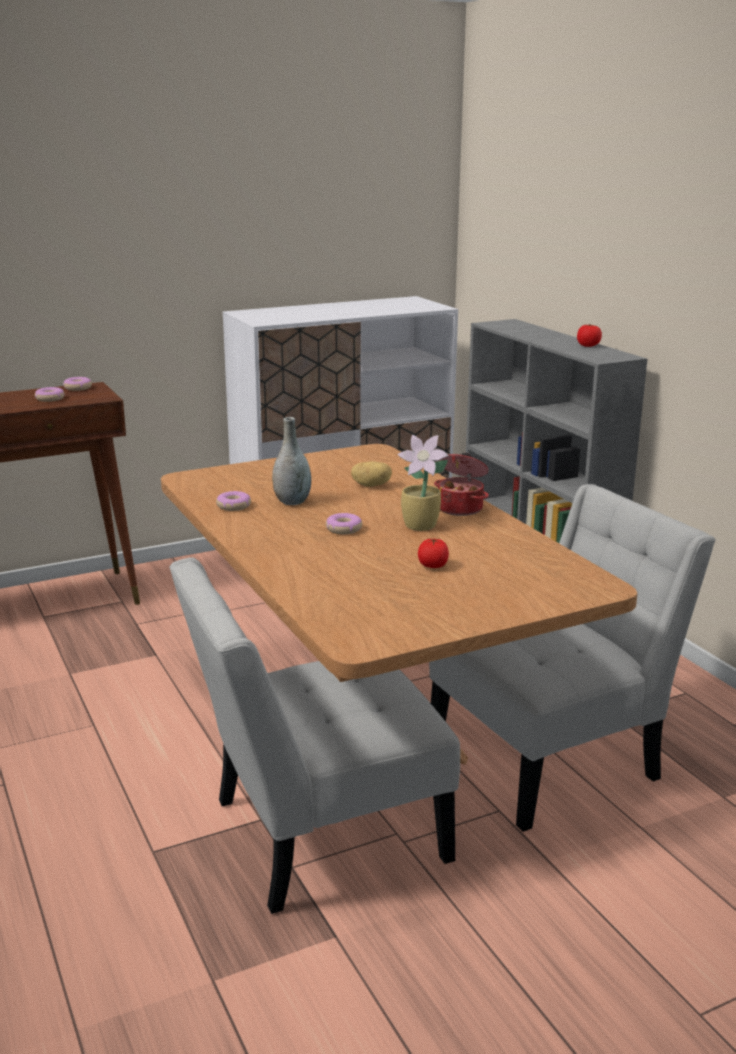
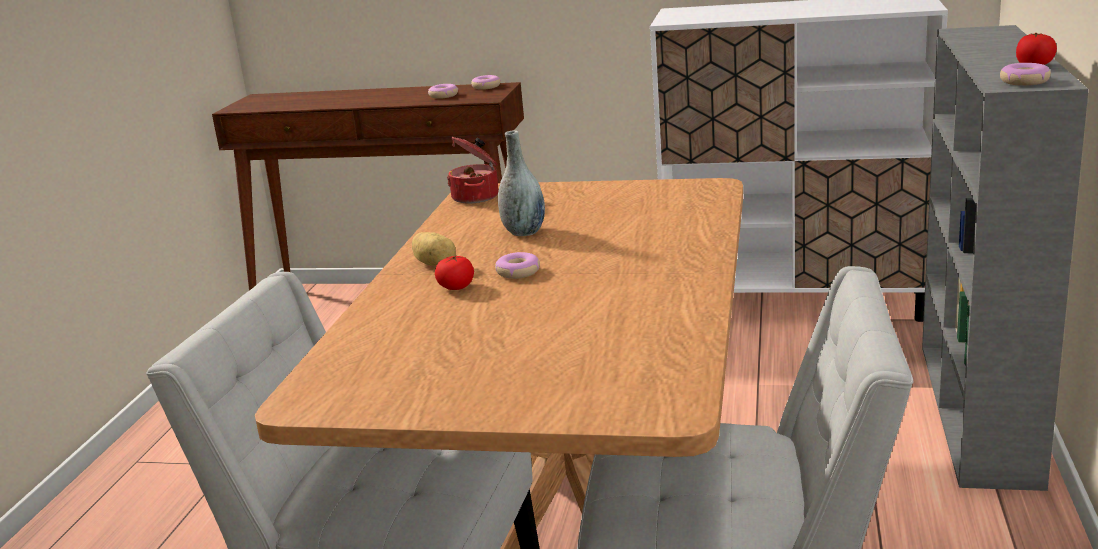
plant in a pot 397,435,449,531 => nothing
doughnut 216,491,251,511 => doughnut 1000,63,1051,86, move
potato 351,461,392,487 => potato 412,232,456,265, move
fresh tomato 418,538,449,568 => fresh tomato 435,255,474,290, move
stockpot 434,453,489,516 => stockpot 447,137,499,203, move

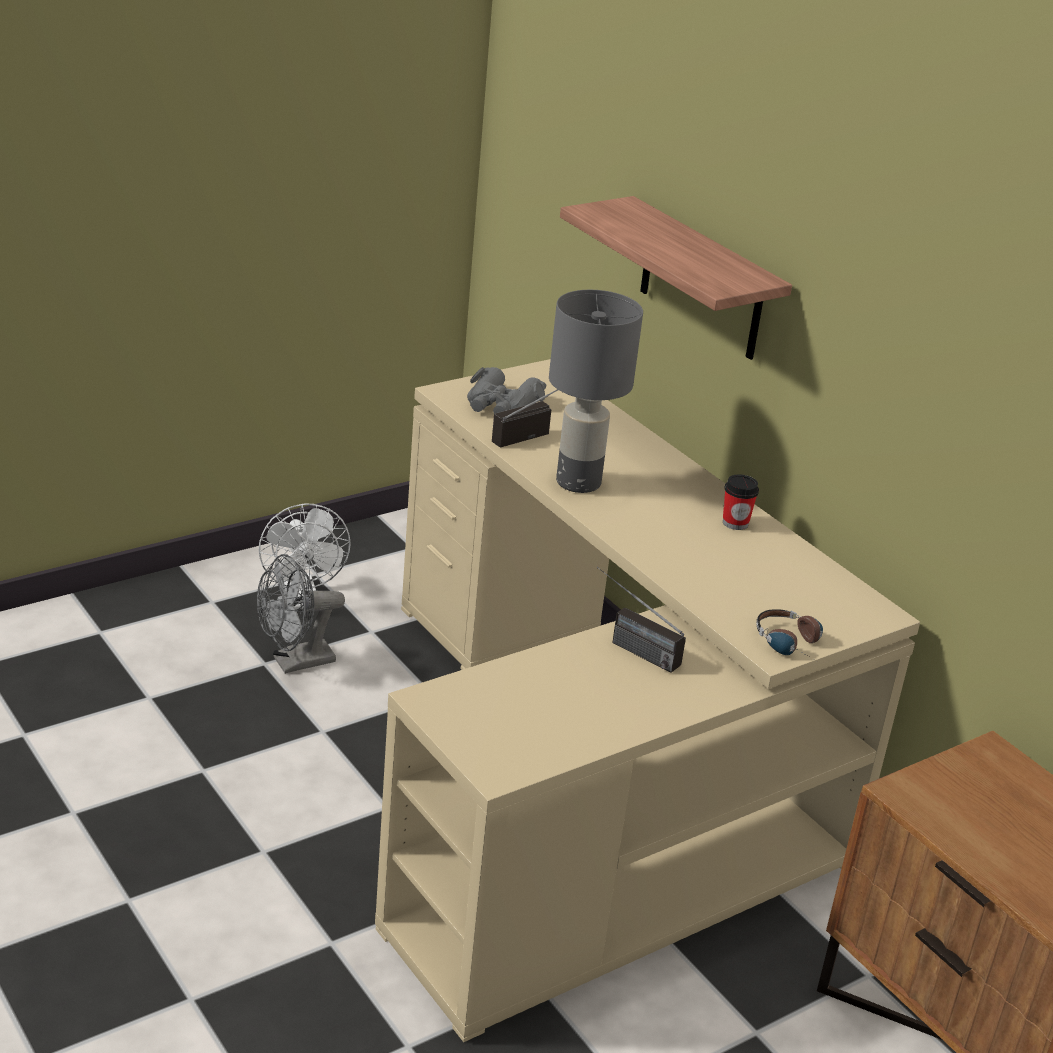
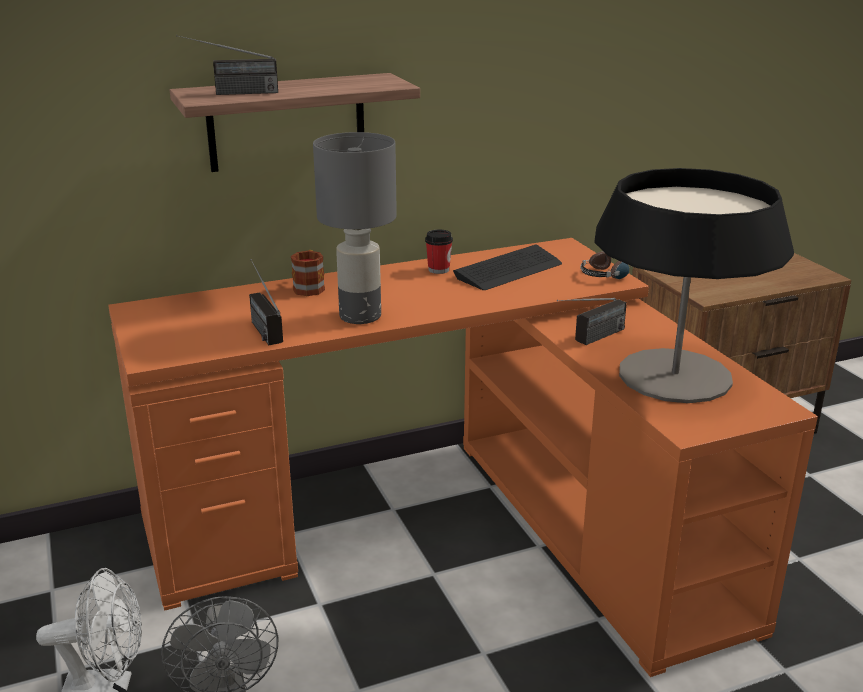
binoculars (grey) 467,367,547,414 => nothing
nothing => radio receiver 176,35,278,95
nothing => mug 291,250,325,296
nothing => keyboard 453,244,562,290
nothing => table lamp 594,168,794,403
desk table (beige-coloured) 375,359,920,1042 => desk table (orange) 108,238,818,677

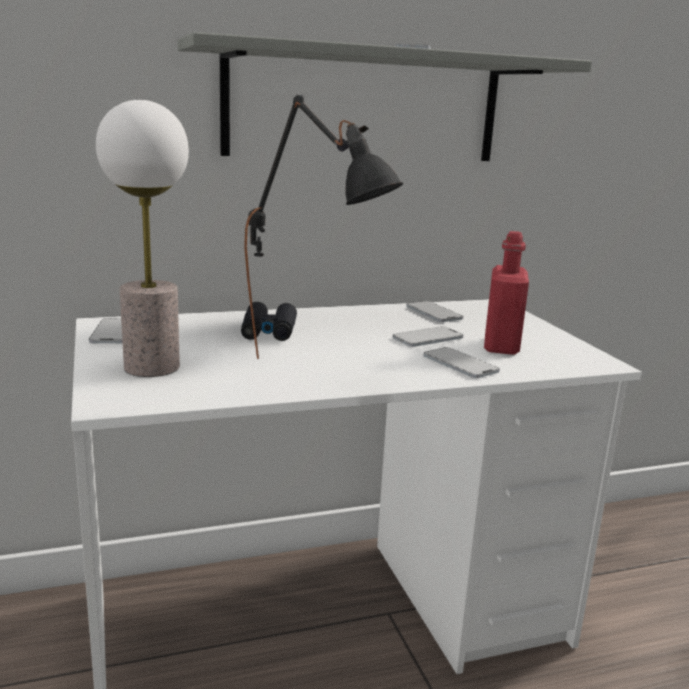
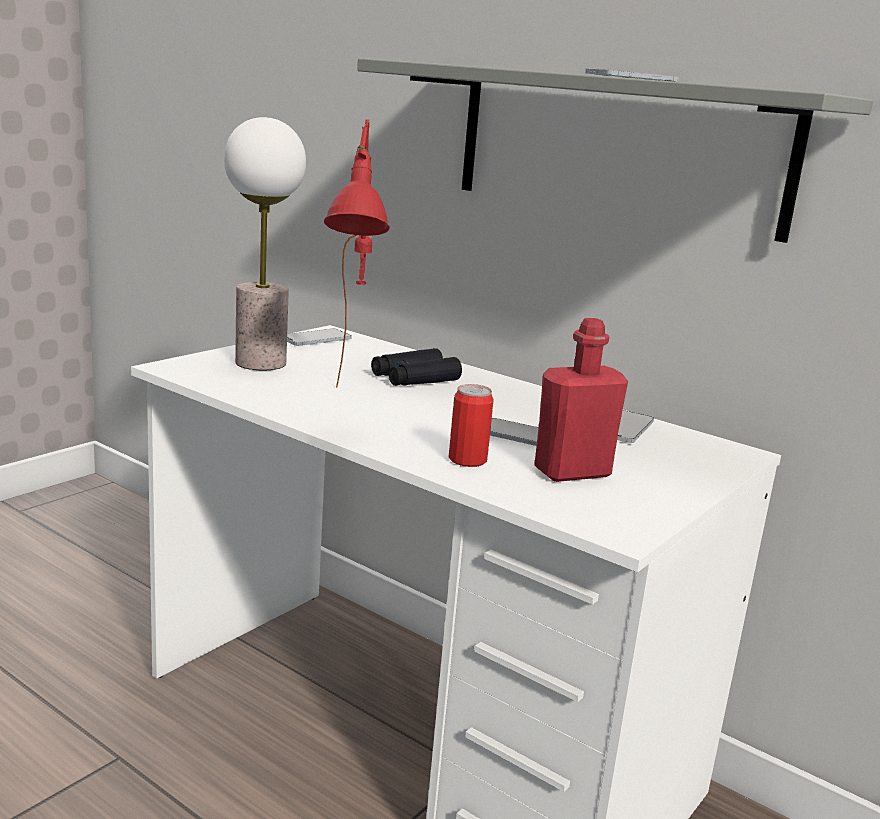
handset 423,347,500,378 => metal can 449,384,494,467
table lamp (black-coloured) 244,95,403,359 => table lamp (red) 324,119,390,387

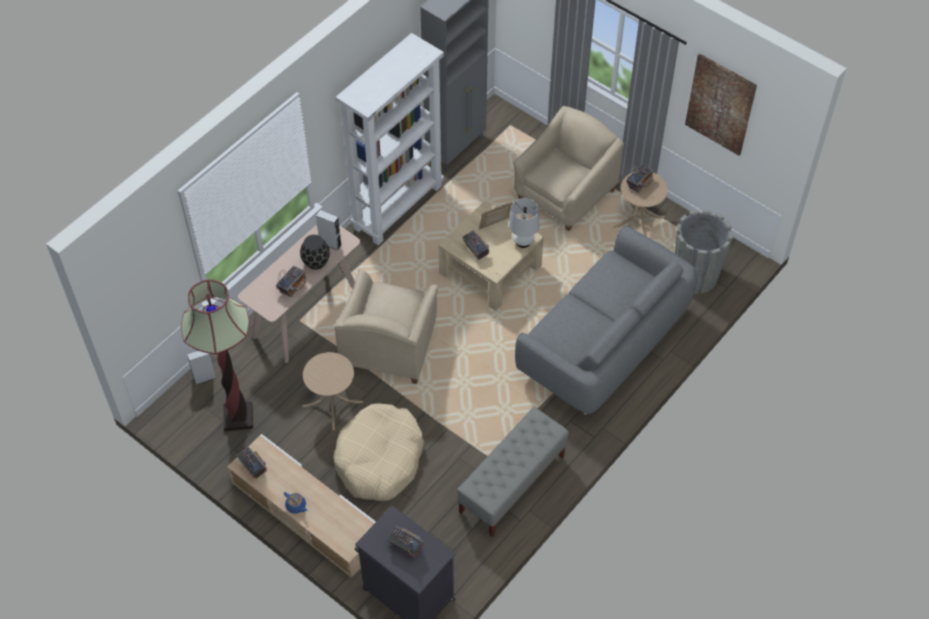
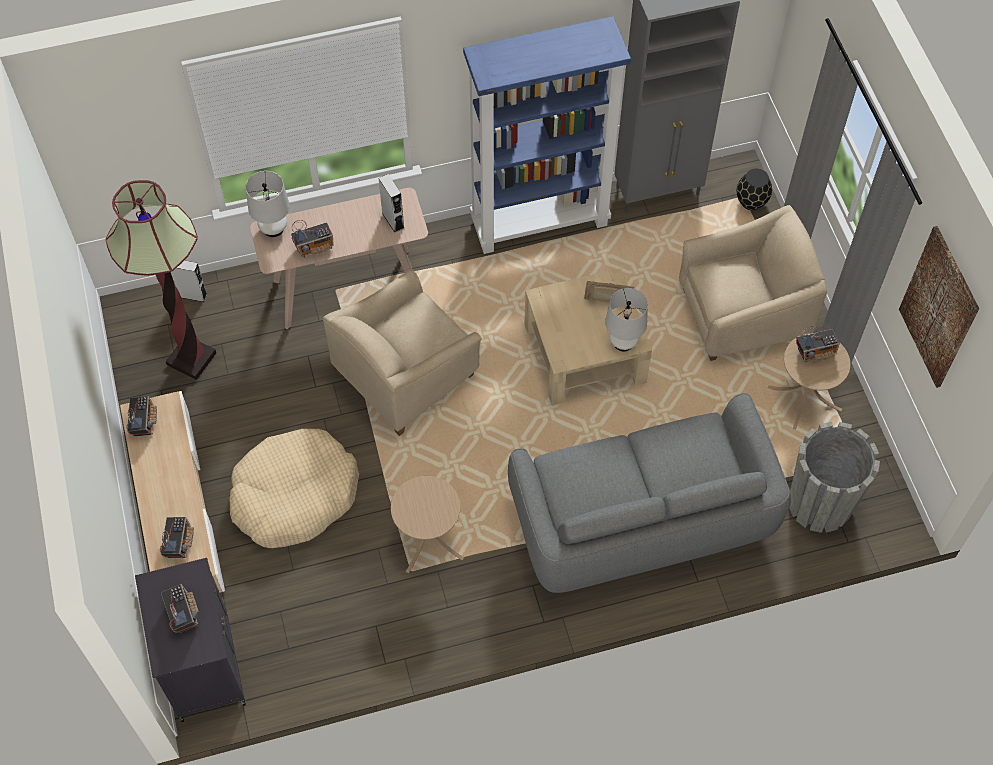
teapot (bluish) 284,492,308,514 => nothing
long seat (grey) 457,407,569,537 => nothing
nothing => table lamp (whitish) 246,171,290,237
vase (black-coloured) 300,235,330,270 => vase (black-coloured) 737,169,772,211, move
end table (beige-coloured) 302,352,363,430 => end table (beige-coloured) 391,476,464,573, move
radio receiver 462,230,489,260 => radio receiver 160,517,194,558, move
bookcase (whitish) 336,33,444,245 => bookcase (bluish) 463,16,631,254

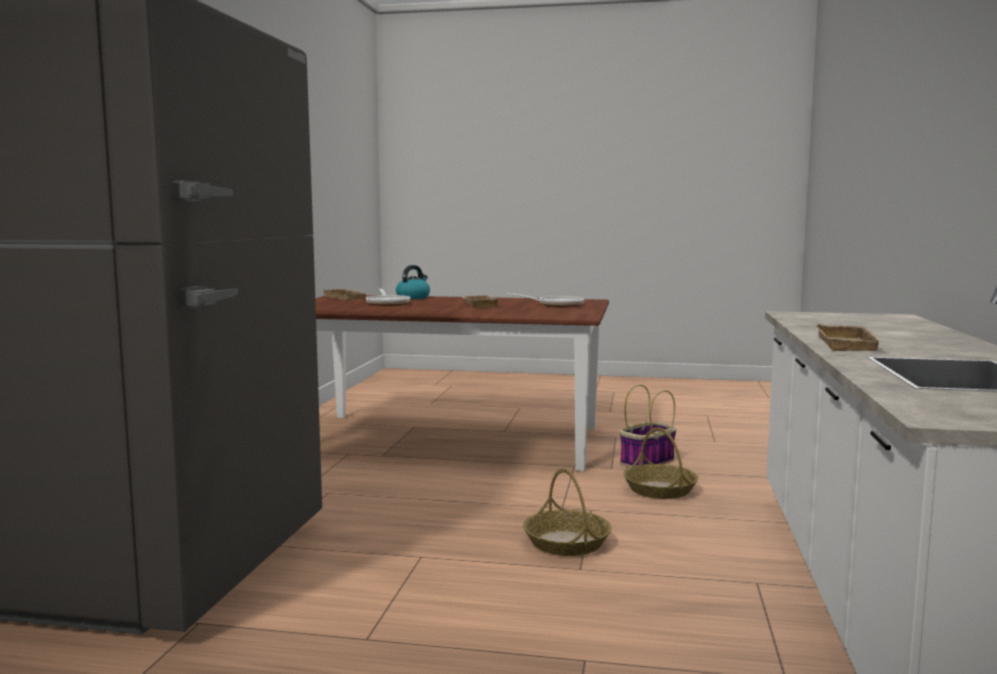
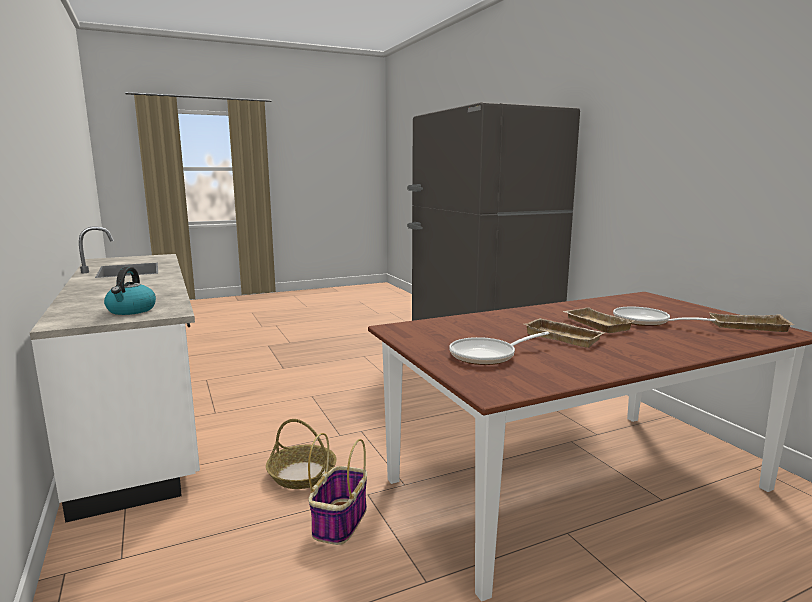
storage basket 523,468,611,556 => nothing
tea kettle 396,265,430,299 => tea kettle 104,267,156,315, move
tray (beige-coloured) 815,323,885,351 => tray (beige-coloured) 563,307,635,333, move

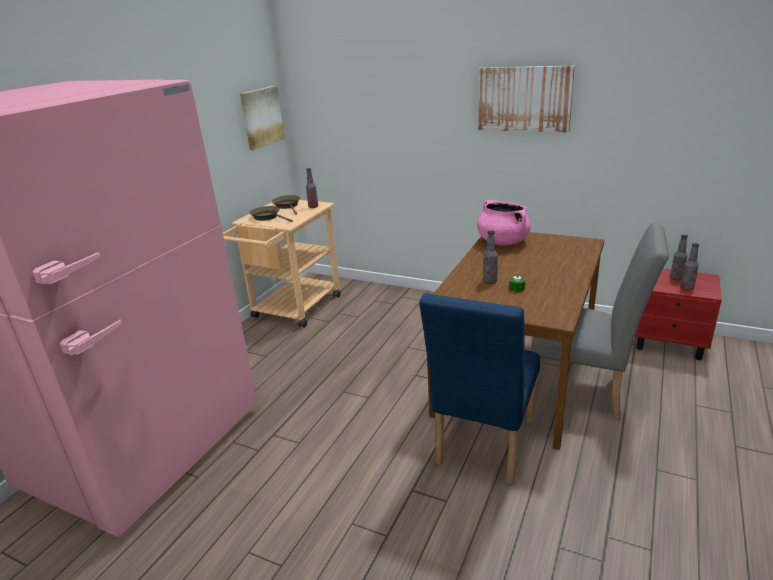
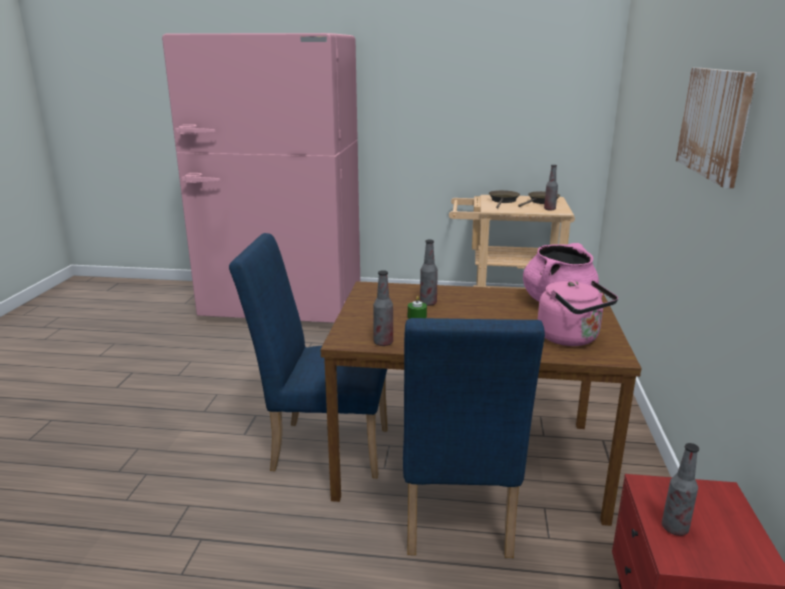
picture 240,86,285,150 => nothing
nothing => tea kettle (pink-coloured) 538,280,618,346
beverage bottle 670,235,688,280 => beverage bottle 373,270,393,346, move
chair (grey) 531,223,669,420 => chair (bluish) 403,318,545,558

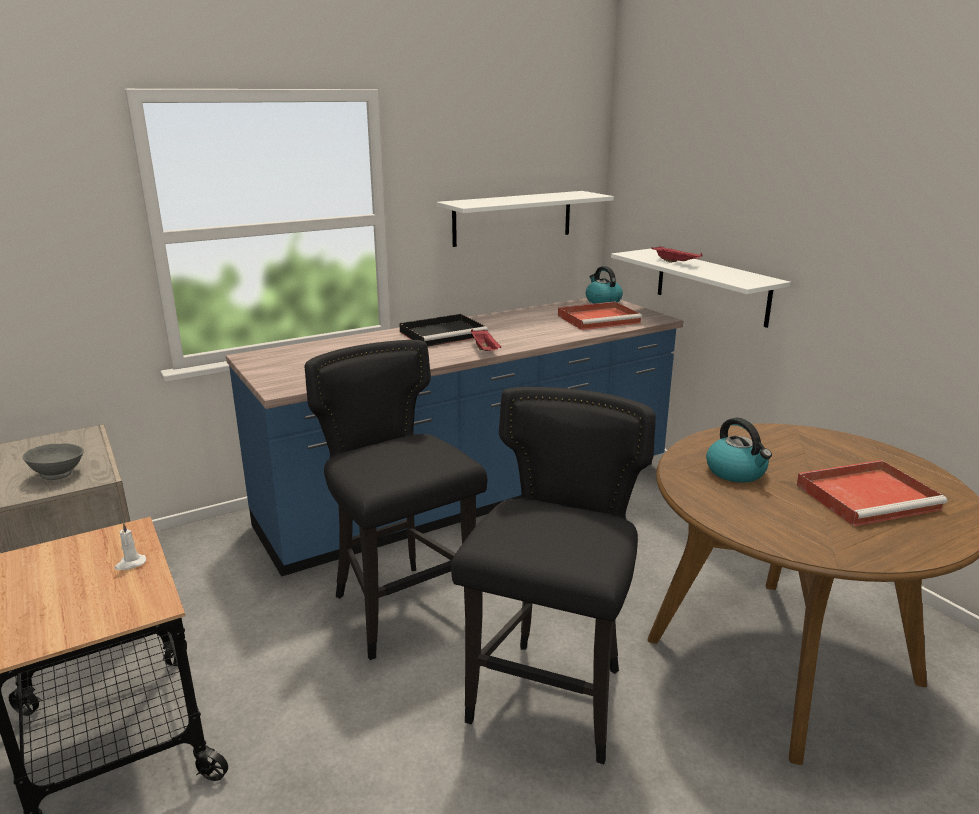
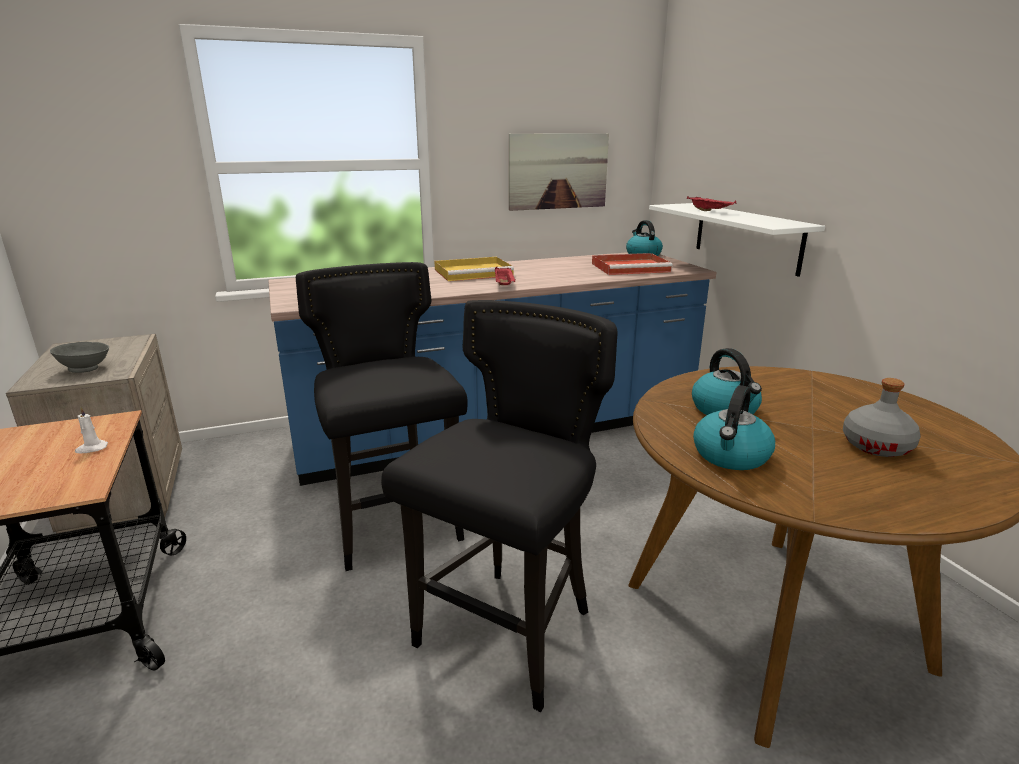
nothing => tea kettle 693,385,775,470
bracket shelf (whitish) 437,191,614,247 => picture 509,133,609,211
tray (red) 796,460,947,527 => beverage bottle (grey) 843,378,920,457
tray (black-coloured) 399,314,488,347 => tray (yellowish) 434,257,514,281

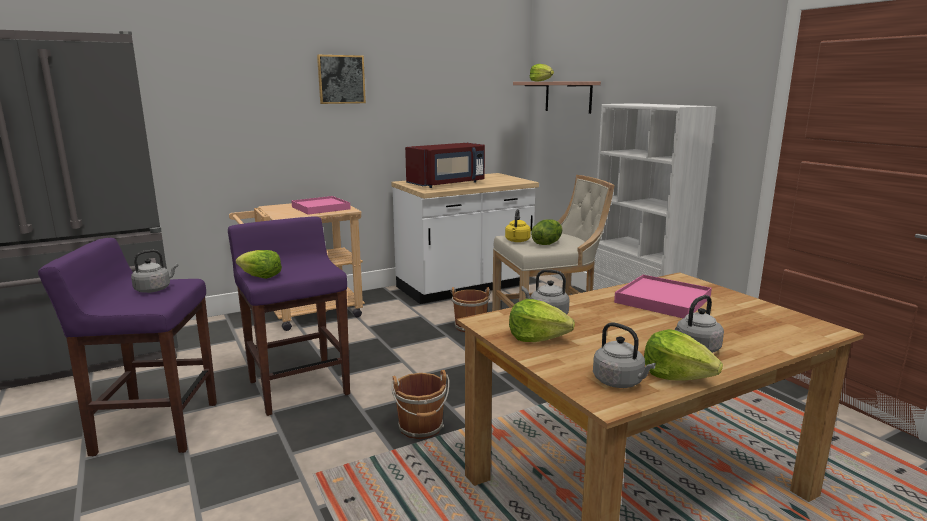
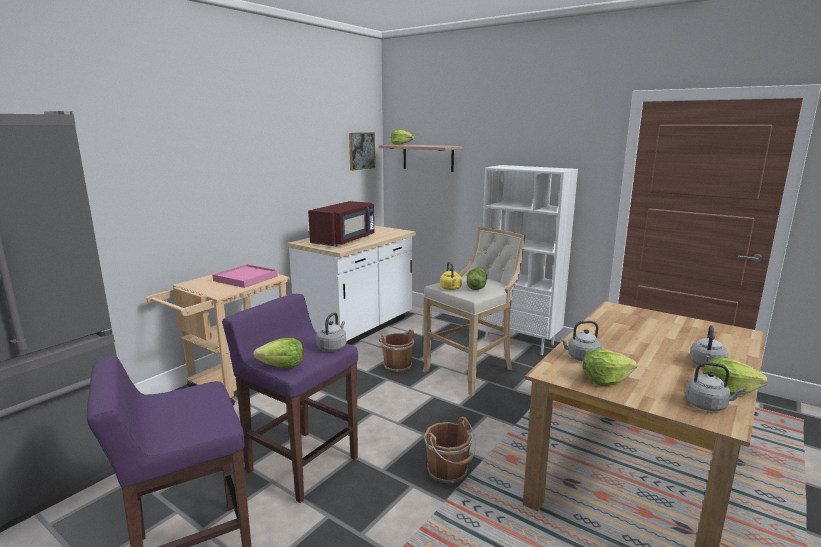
tray (pink-coloured) 614,275,712,318 => nothing
tea kettle (grey) 131,250,178,293 => tea kettle (grey) 316,312,346,351, move
picture 317,55,366,104 => picture 349,132,375,171, move

